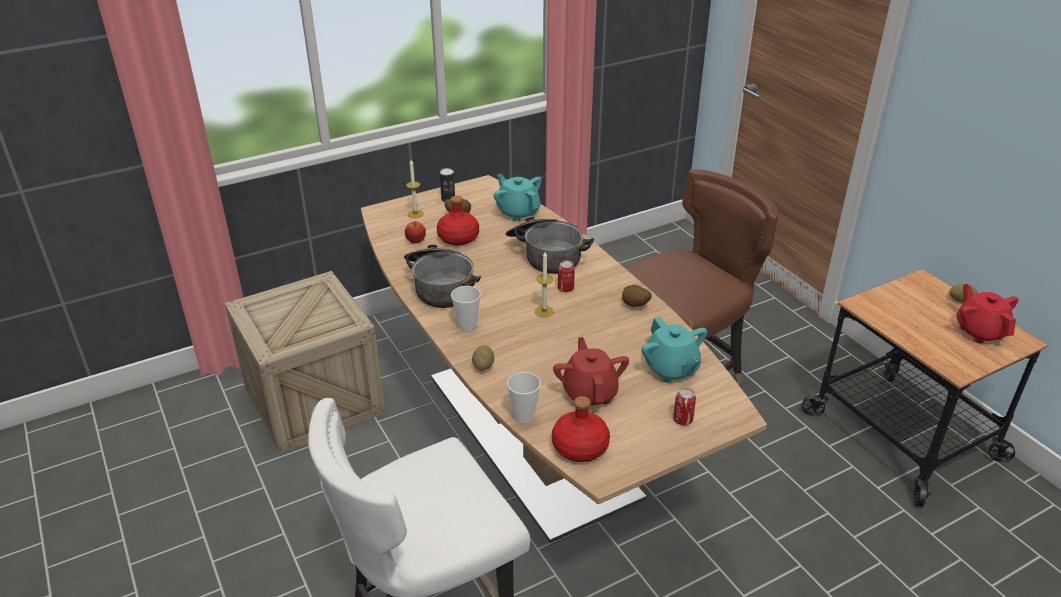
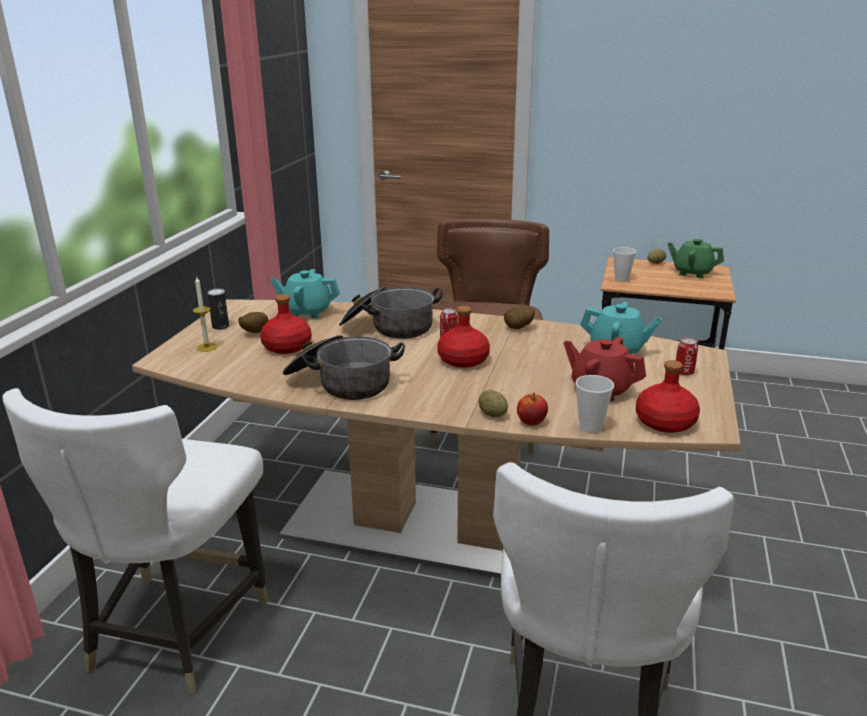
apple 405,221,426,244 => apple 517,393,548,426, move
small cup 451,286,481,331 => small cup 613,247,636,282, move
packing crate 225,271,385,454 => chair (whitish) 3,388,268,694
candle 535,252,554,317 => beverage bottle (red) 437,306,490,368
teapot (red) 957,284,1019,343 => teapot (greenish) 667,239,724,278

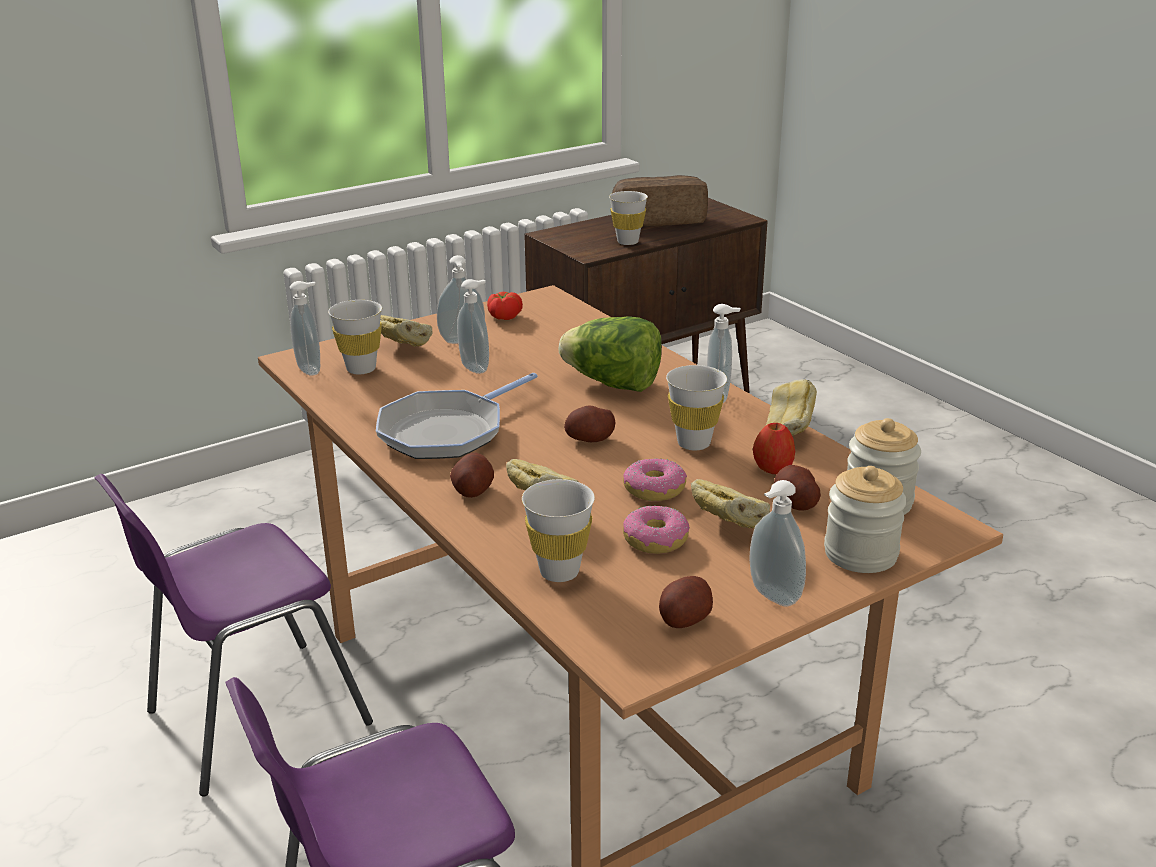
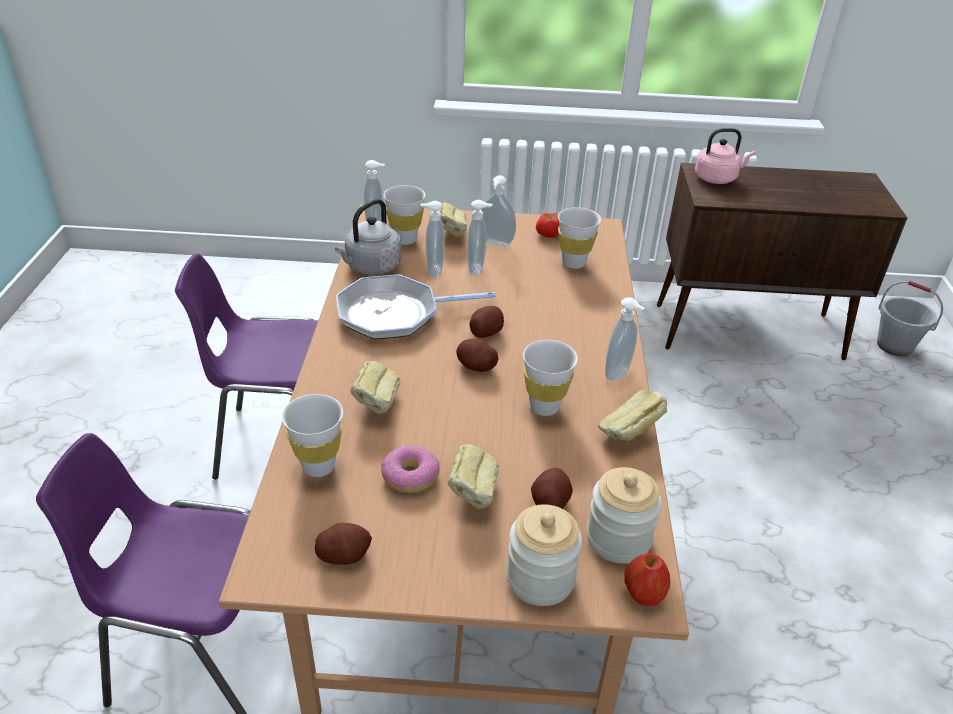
head of lettuce 559,316,662,392 => nothing
bakery bread 612,175,708,226 => nothing
doughnut 623,458,687,501 => nothing
nothing => tea kettle (grey) 335,199,402,275
nothing => tea kettle (pink-coloured) 695,128,756,184
nothing => water bucket (grey) 877,281,943,356
potato 450,453,494,498 => potato 469,306,504,338, move
small cup (whitish) 609,191,648,245 => small cup (whitish) 558,207,601,269, move
liquid soap bottle 749,480,806,607 => liquid soap bottle 421,201,445,277, move
apple 753,423,795,474 => apple 624,553,670,606, move

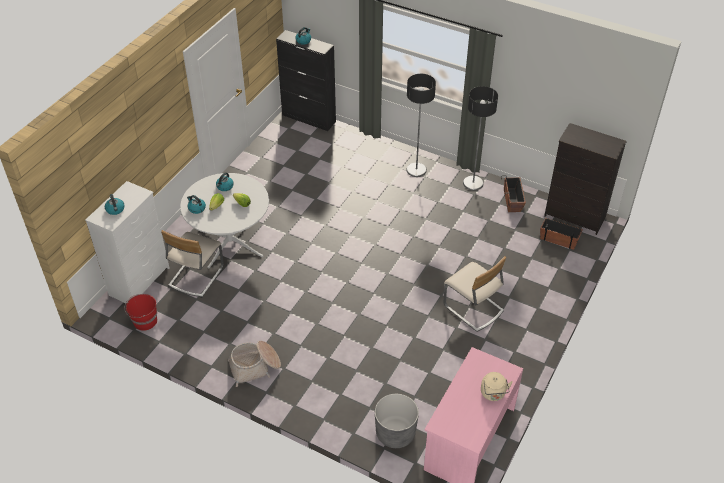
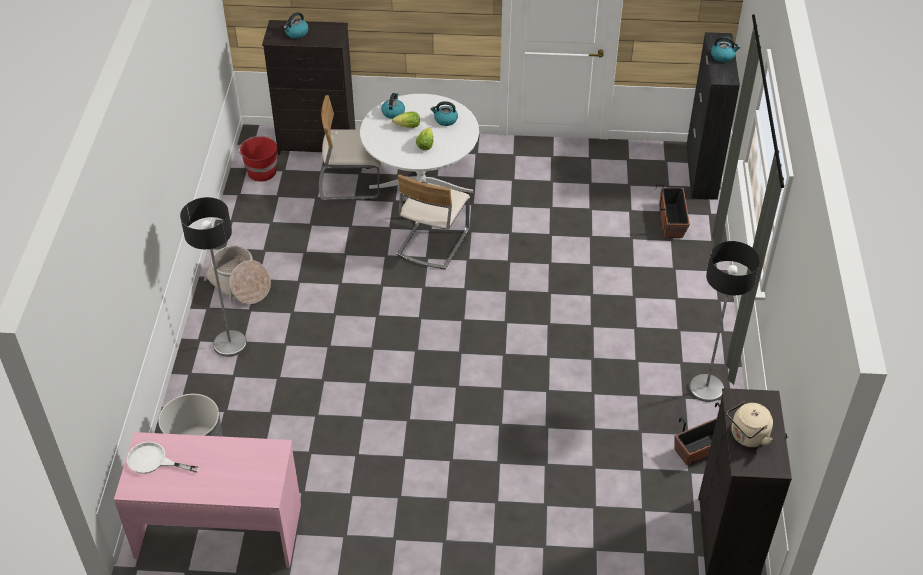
nothing => skillet (whitish) 127,441,200,474
floor lamp 406,74,436,177 => floor lamp 180,197,247,357, move
chair (beige-coloured) 444,256,506,332 => chair (beige-coloured) 397,174,470,270, move
tea kettle (beige-coloured) 481,372,513,401 => tea kettle (beige-coloured) 727,402,773,447, move
planter 540,218,583,250 => planter 656,184,690,238, move
dresser (whitish) 85,181,169,304 => dresser (black-coloured) 262,20,355,155

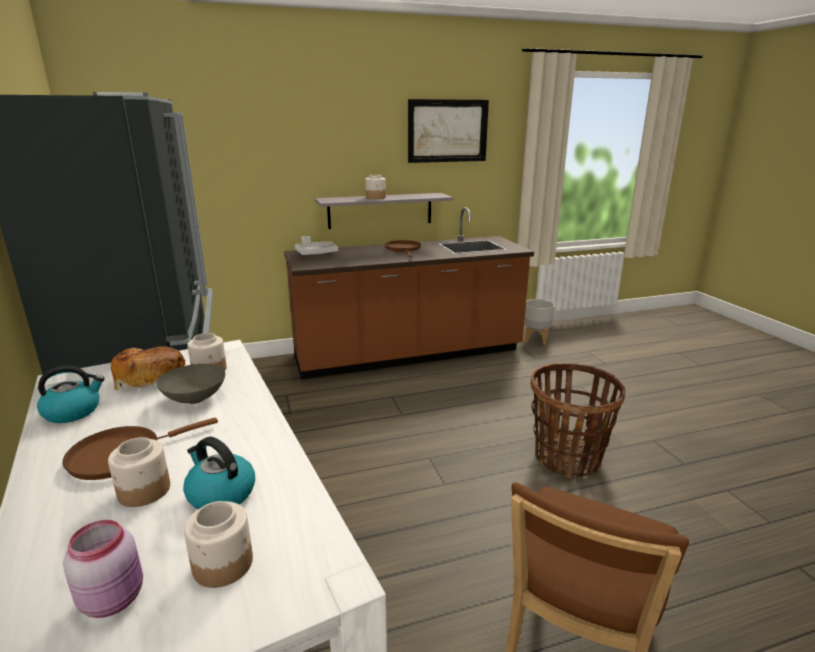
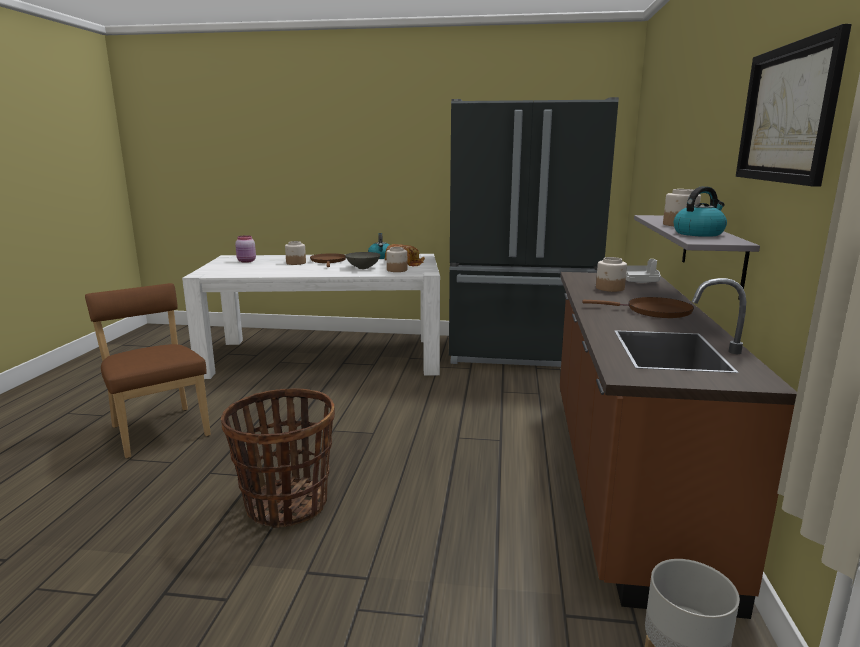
tea kettle 183,437,255,509 => tea kettle 674,186,727,237, move
storage jar 184,501,253,588 => storage jar 596,257,627,292, move

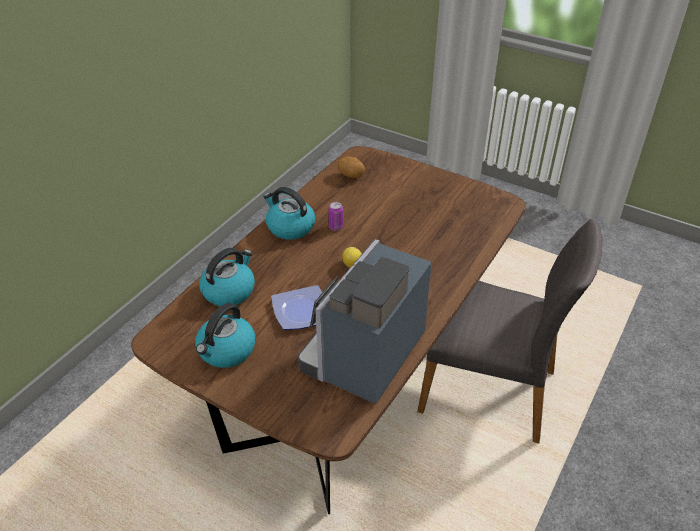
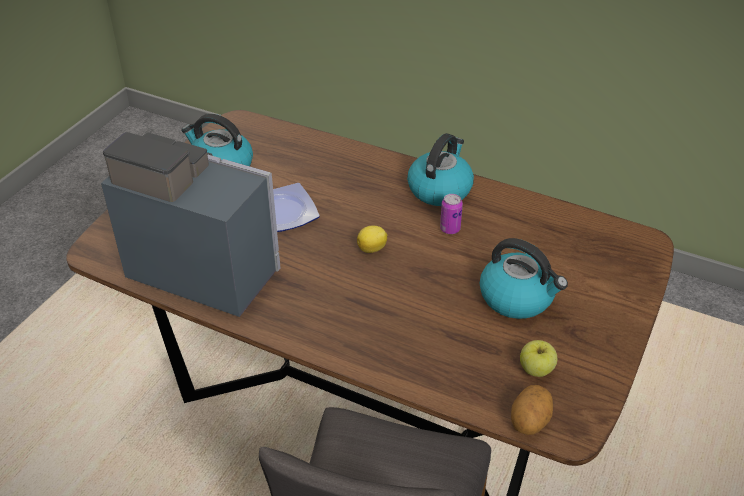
nothing => apple 520,340,557,377
tea kettle 199,248,255,306 => tea kettle 480,238,568,319, move
potato 338,157,365,178 => potato 511,385,553,435, move

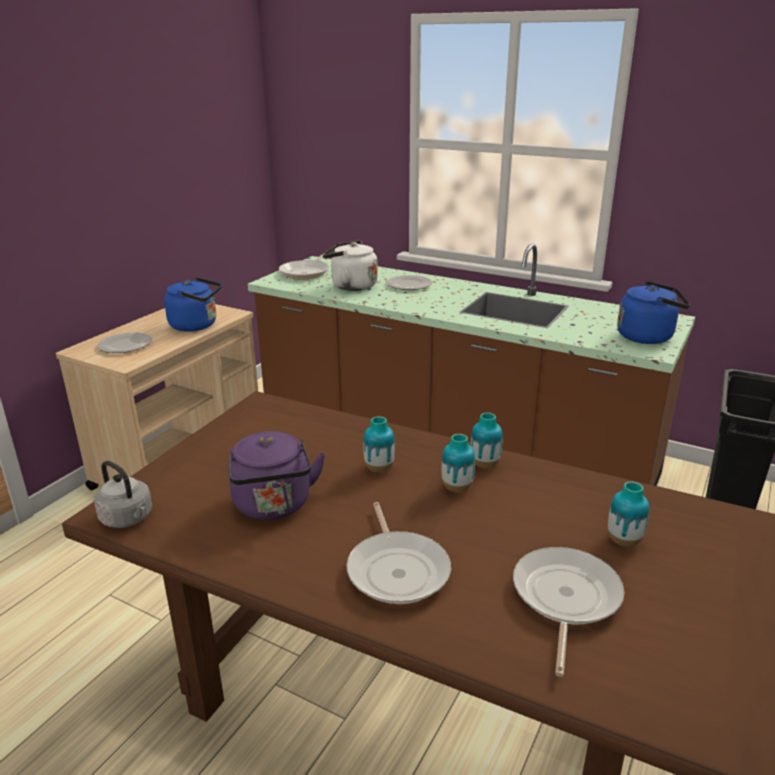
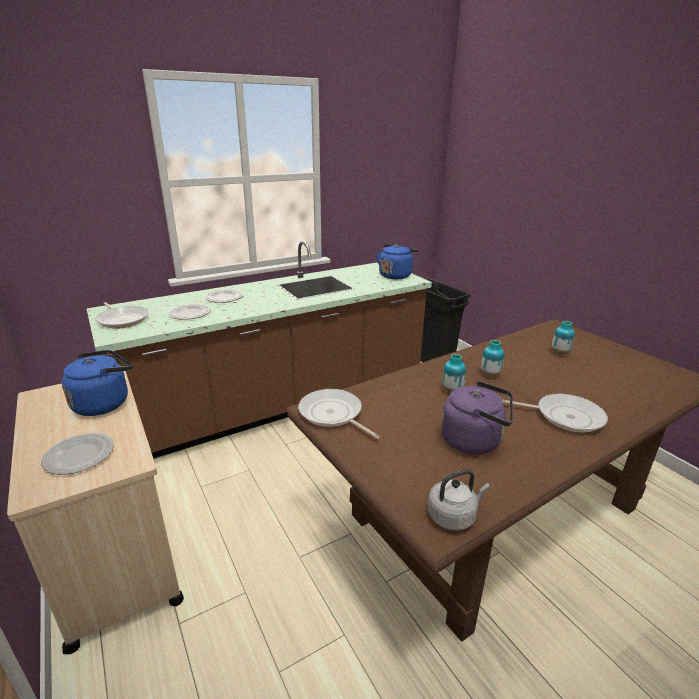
vase 471,413,503,468 => nothing
skillet 513,547,624,677 => skillet 298,389,380,439, move
tea kettle (whitish) 323,240,378,291 => flat dish 168,304,211,320

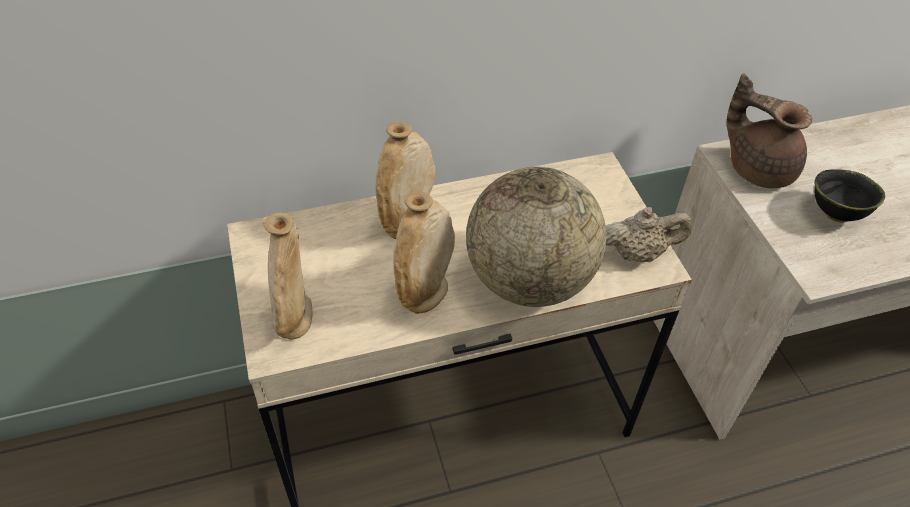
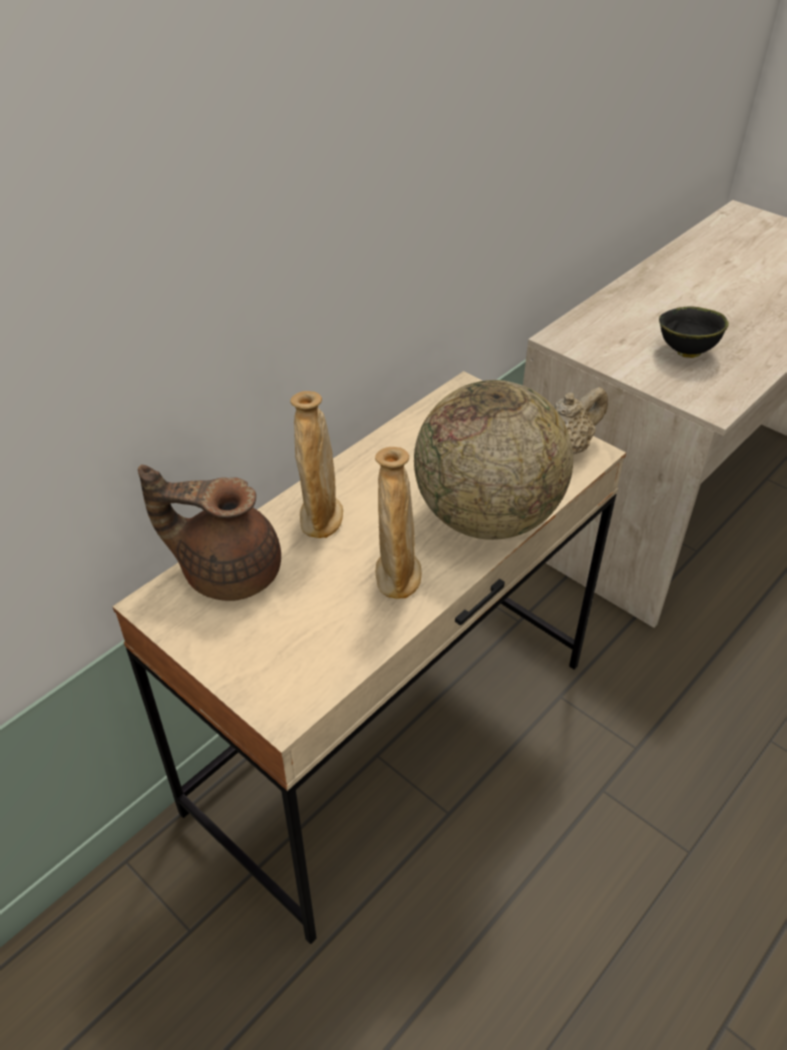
vase (beige-coloured) 264,212,313,340 => nothing
teapot (brownish) 727,73,812,188 => teapot (brownish) 138,465,281,601, move

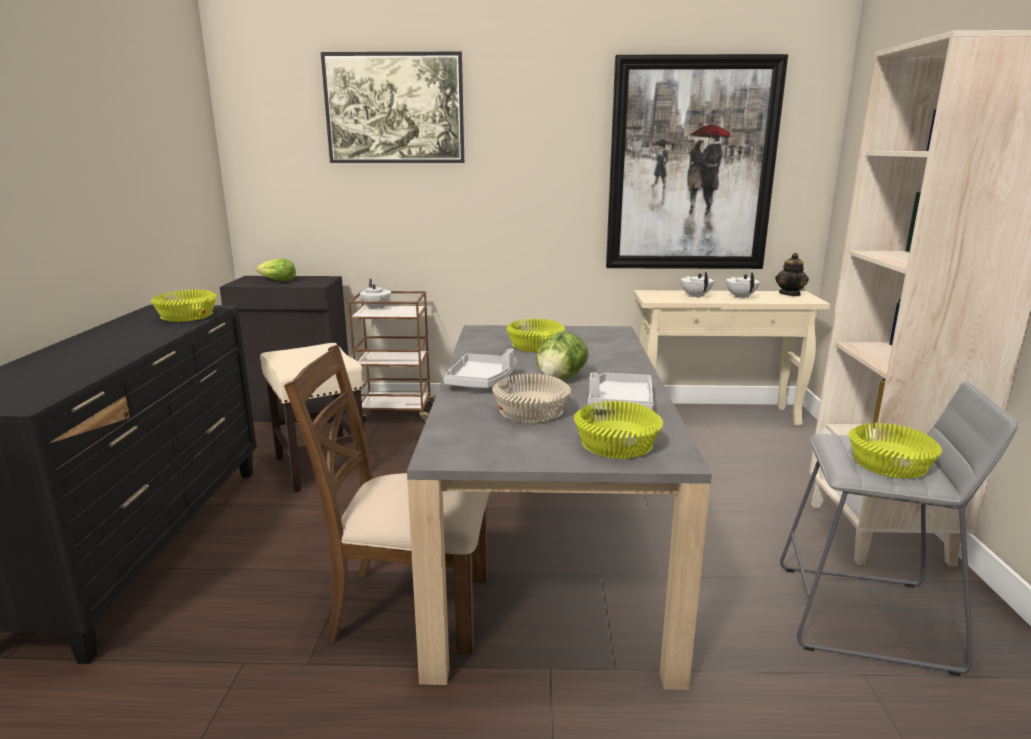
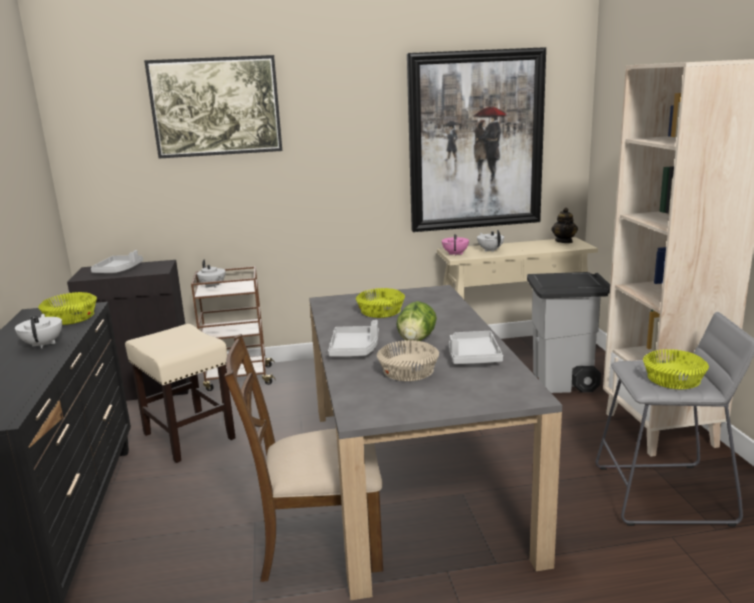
bowl (yellowish) 574,401,663,459 => nothing
nothing => teapot (pink-coloured) 442,234,469,256
nothing => rubbish bin (grey) 527,272,610,393
teapot (whitish) 726,272,760,299 => teapot (whitish) 15,314,62,348, move
head of lettuce 256,258,296,282 => tray (grey) 91,250,143,273

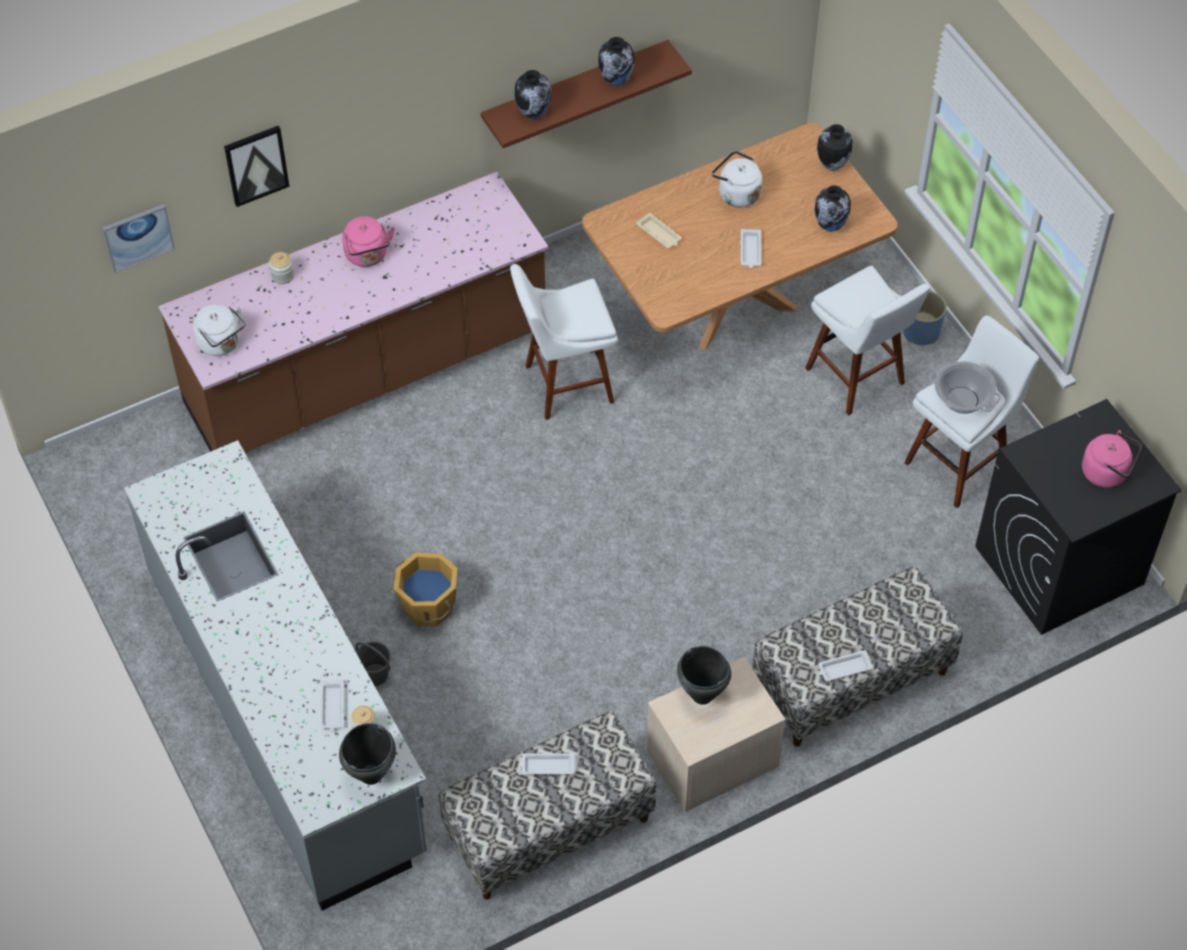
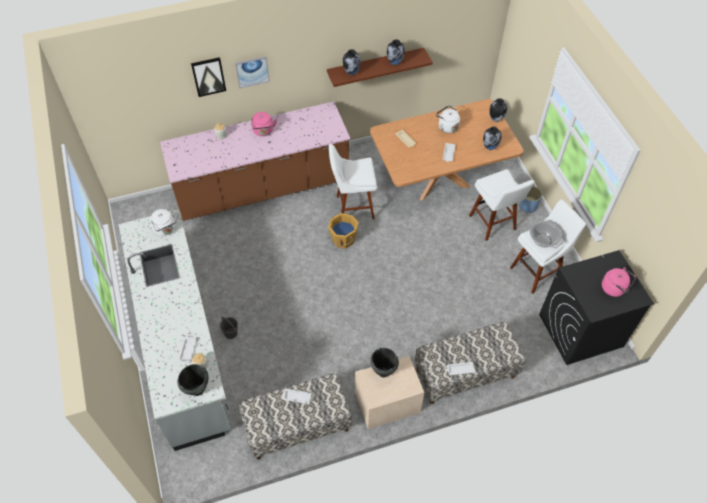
picture 102,204,175,273 => picture 235,56,270,88, move
tea kettle (whitish) 193,305,246,356 => tea kettle (whitish) 150,209,177,236, move
water bucket (orange) 393,552,458,627 => water bucket (orange) 328,213,359,249, move

